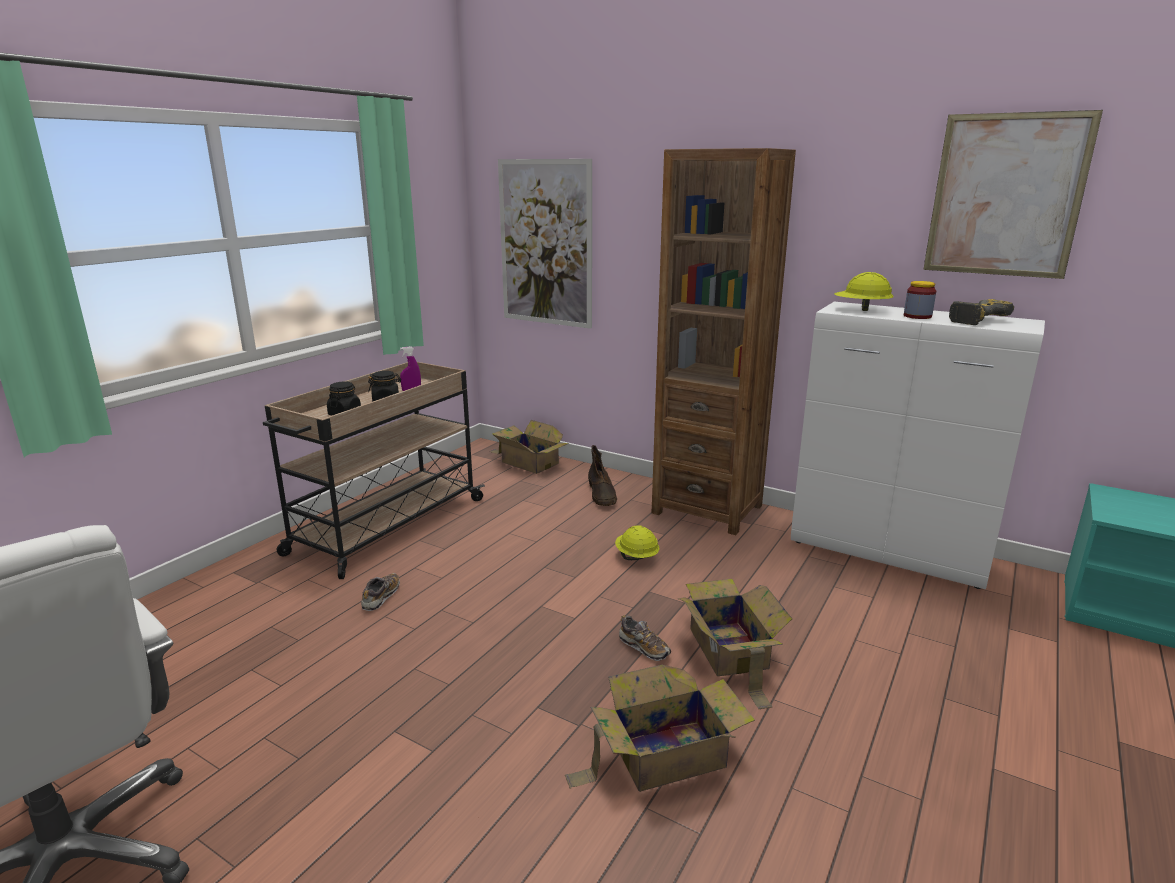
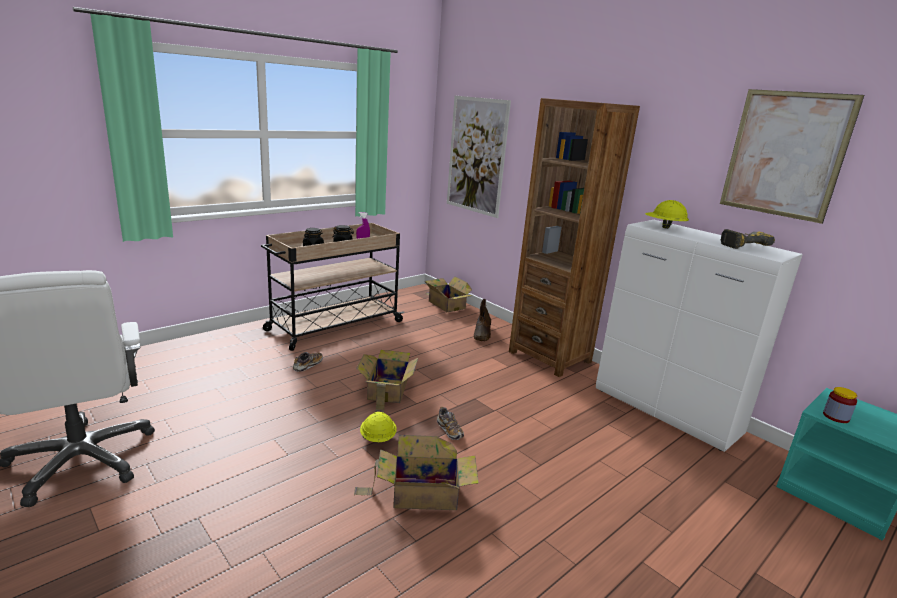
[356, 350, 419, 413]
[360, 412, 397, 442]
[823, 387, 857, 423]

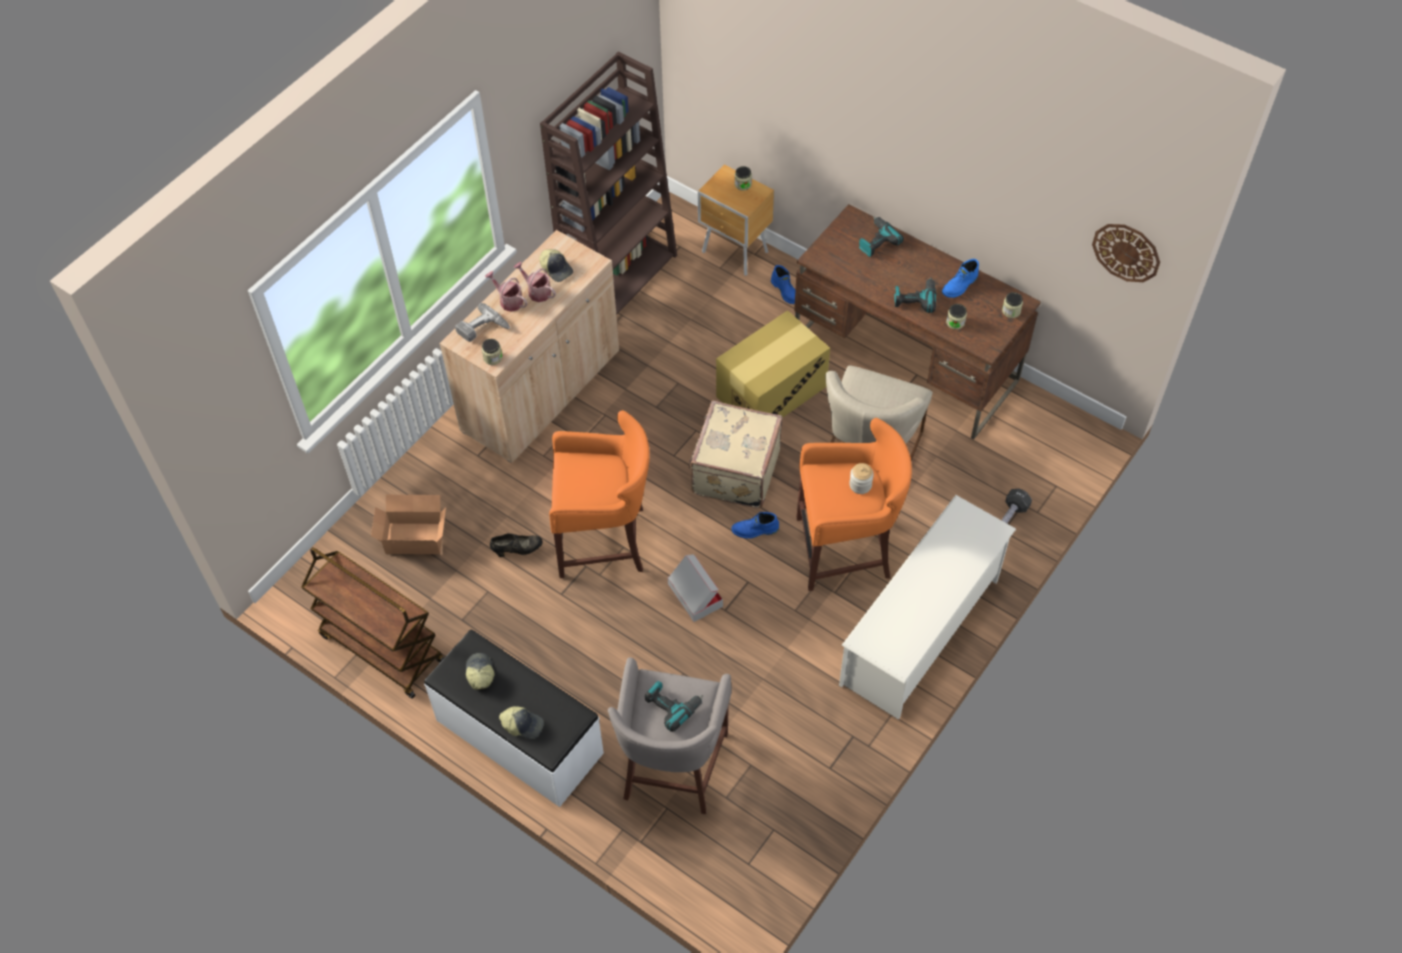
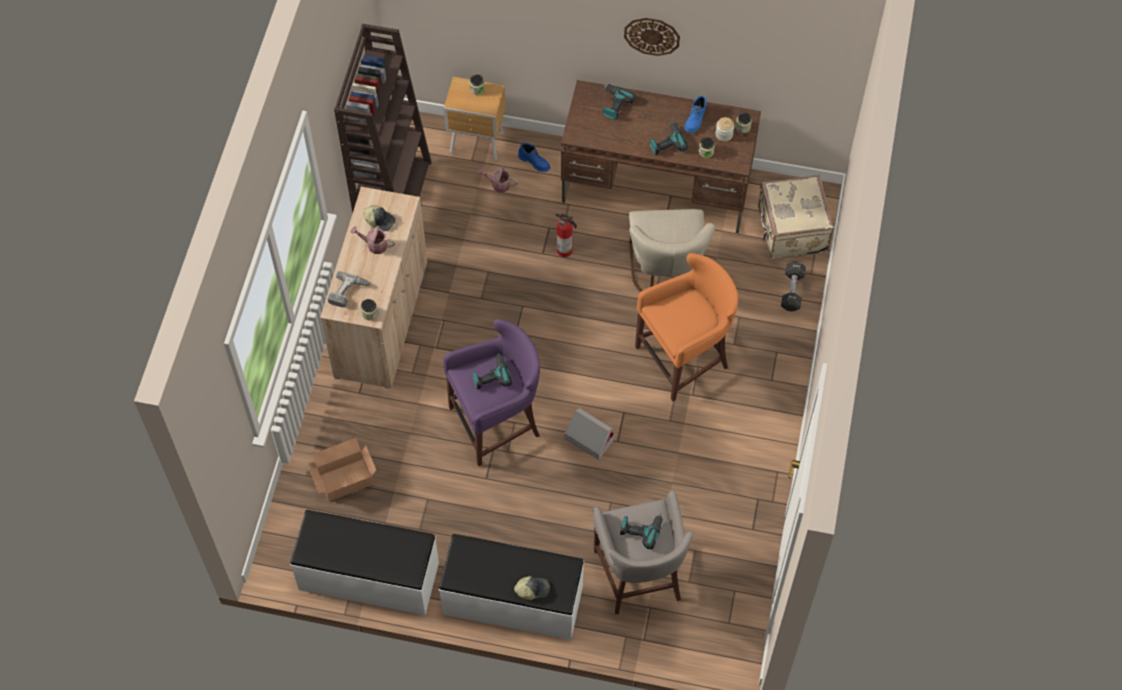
[290, 510, 439, 615]
[443, 319, 540, 467]
[472, 353, 512, 390]
[477, 166, 518, 193]
[555, 213, 577, 257]
[624, 18, 680, 56]
[715, 117, 734, 142]
[758, 175, 834, 259]
[466, 653, 495, 690] (first image)
[490, 533, 543, 557] (first image)
[731, 512, 779, 539] (first image)
[839, 495, 1016, 719] (first image)

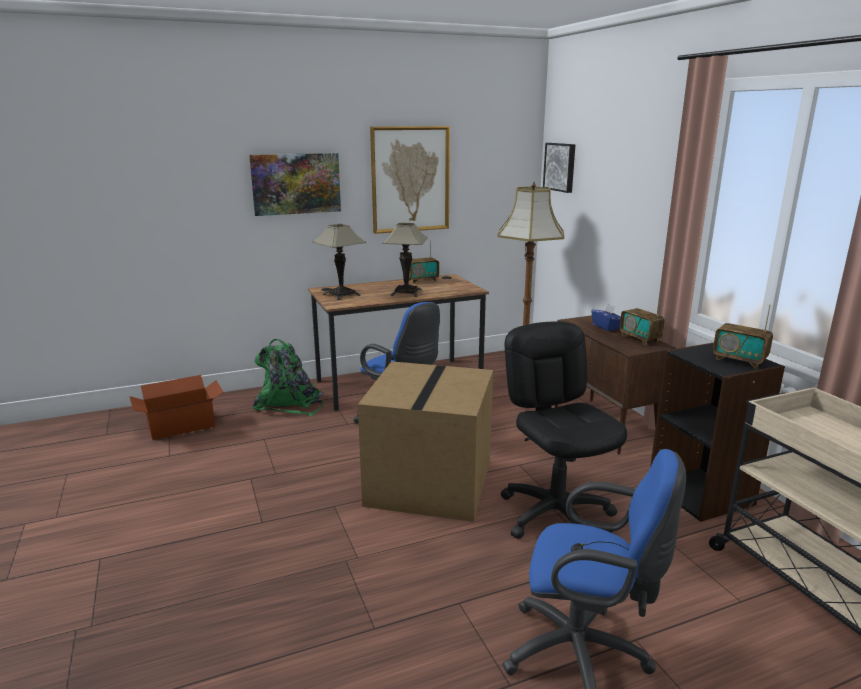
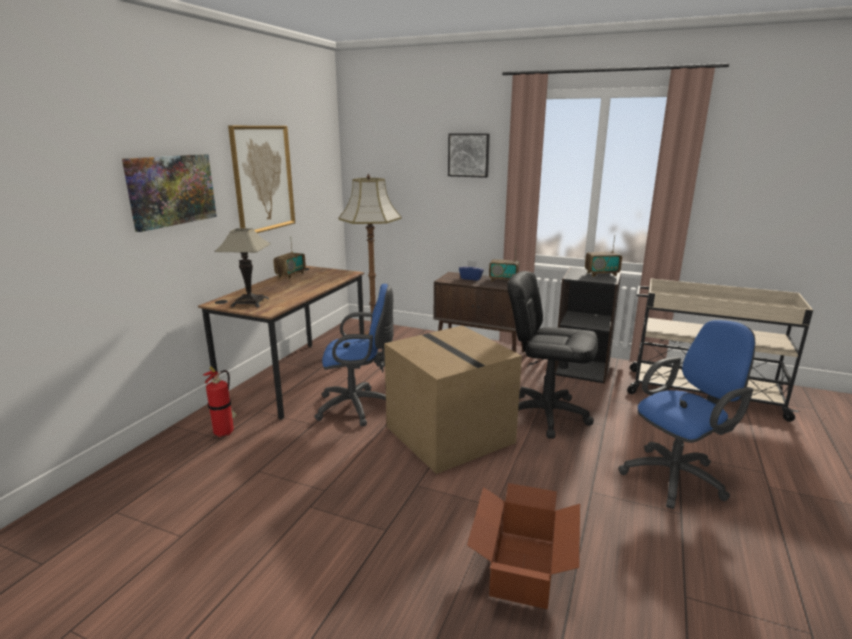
[203, 367, 237, 437]
[448, 133, 490, 178]
[467, 483, 580, 609]
[382, 223, 428, 297] (first image)

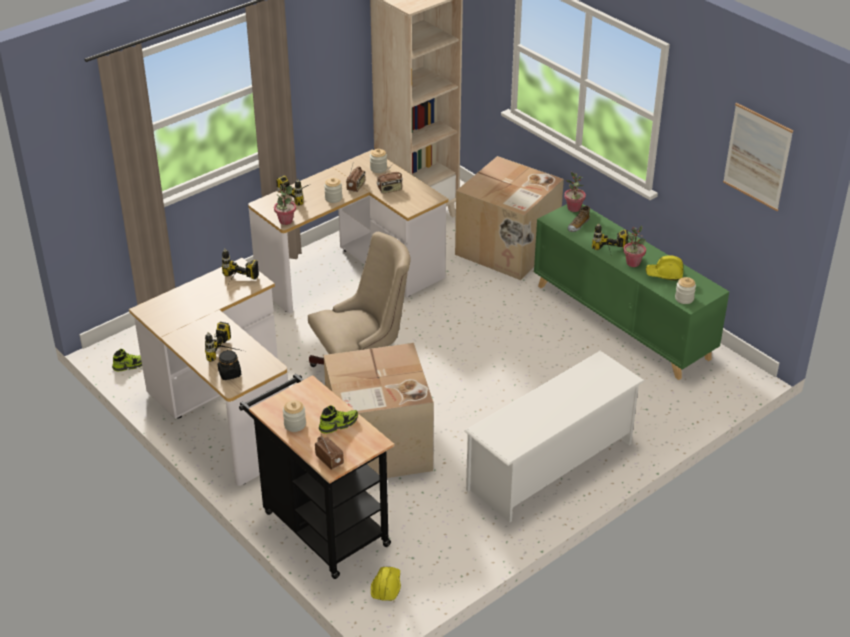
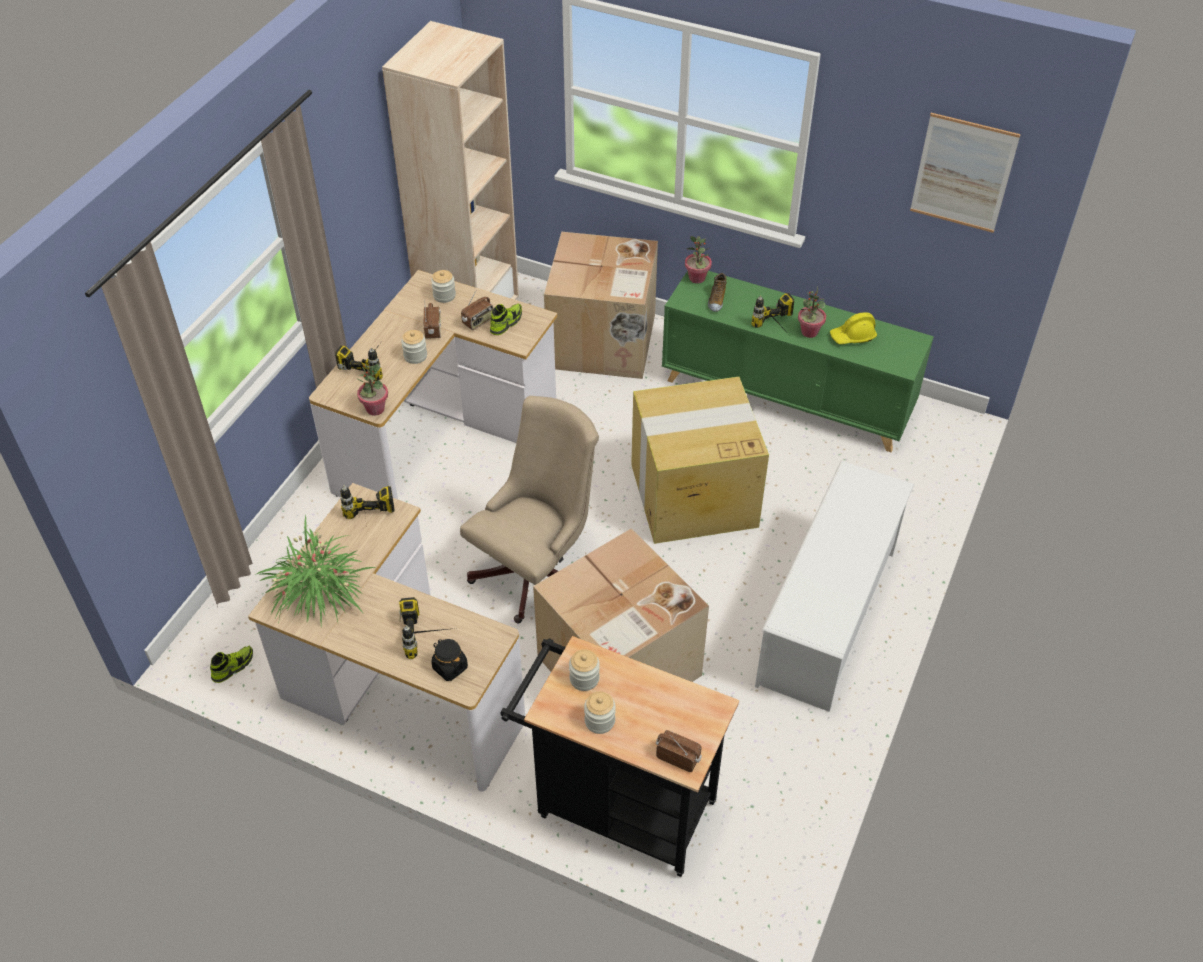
[255, 515, 375, 627]
[490, 303, 522, 335]
[569, 649, 600, 691]
[631, 377, 769, 544]
[371, 567, 401, 601] (first image)

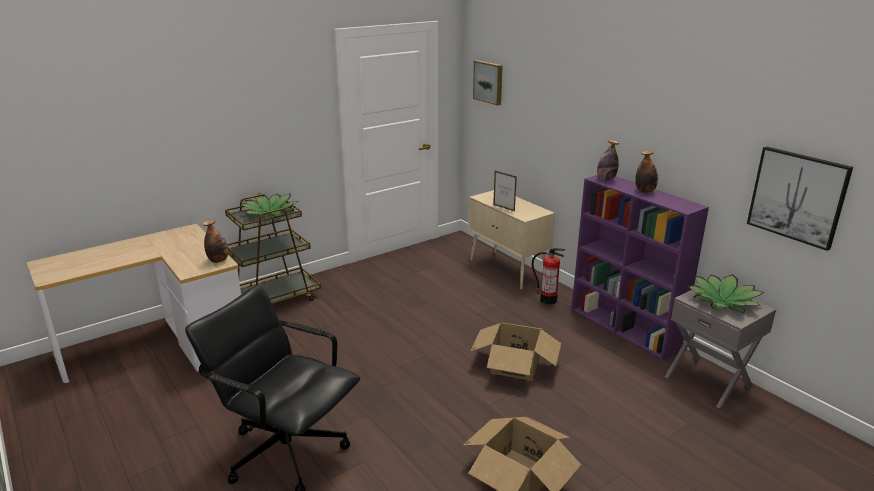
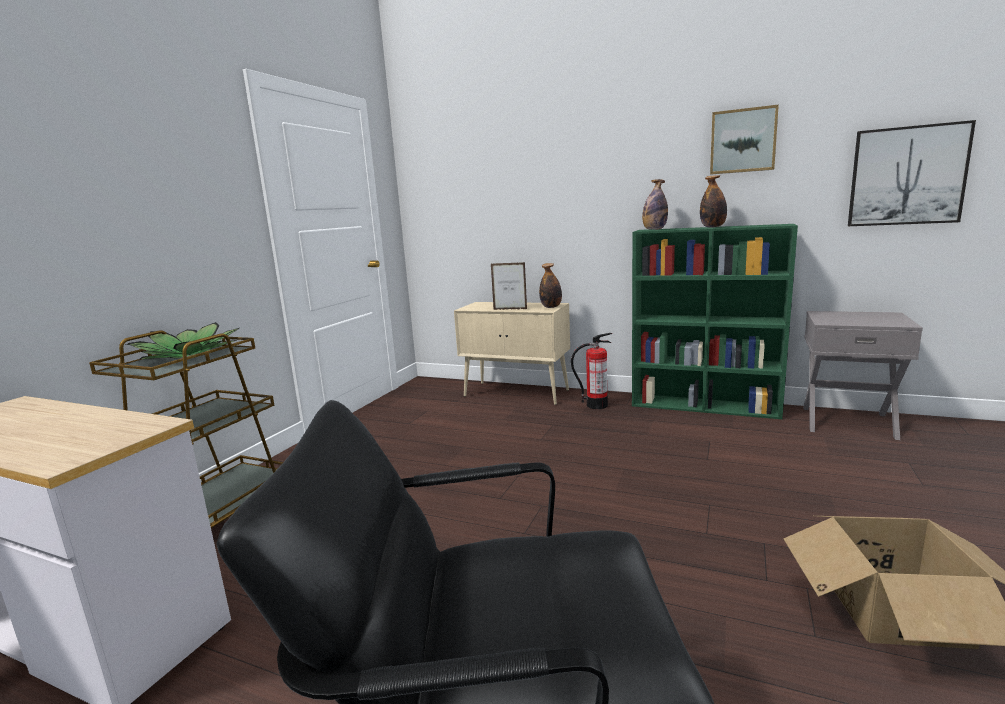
[539, 263, 562, 308]
[632, 224, 798, 419]
[710, 104, 779, 175]
[470, 323, 561, 381] (first image)
[688, 274, 764, 313] (first image)

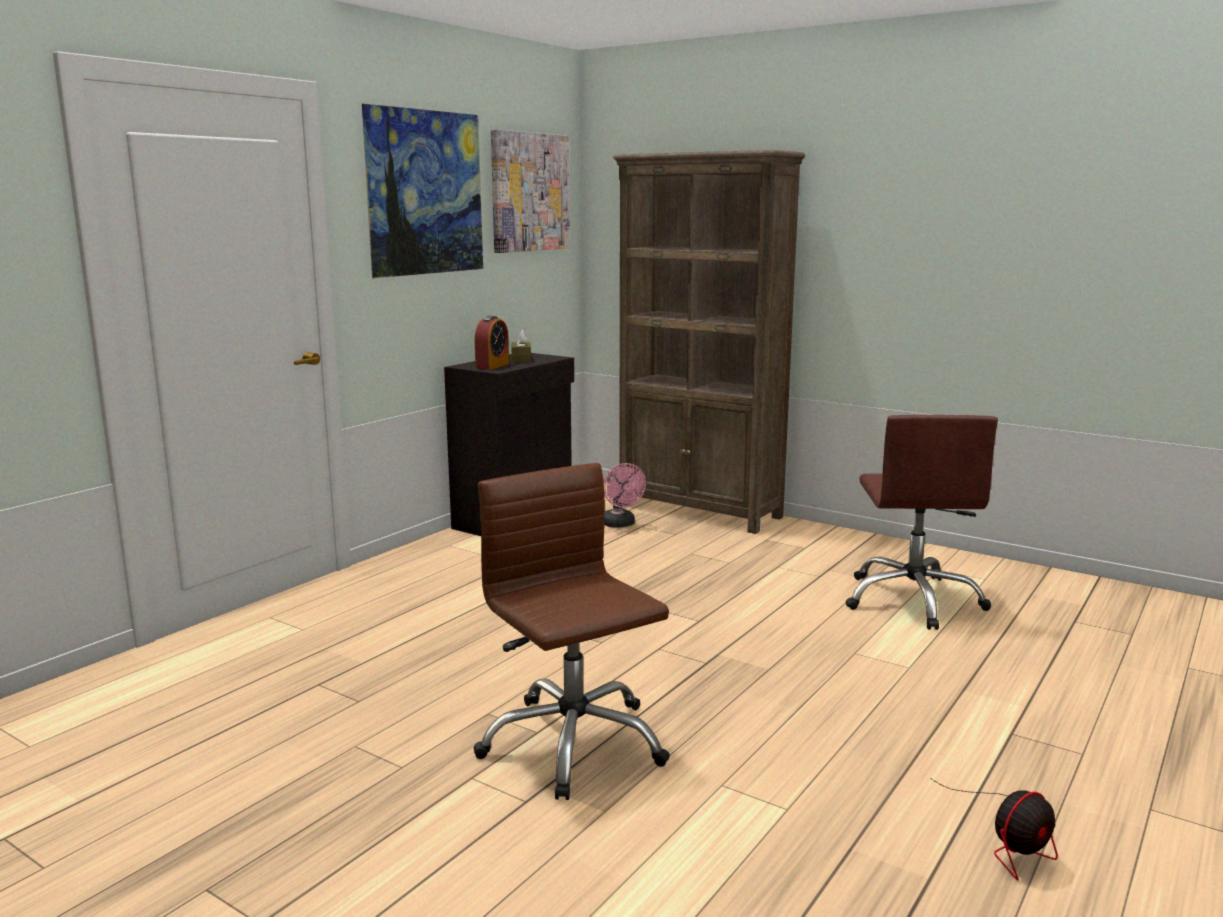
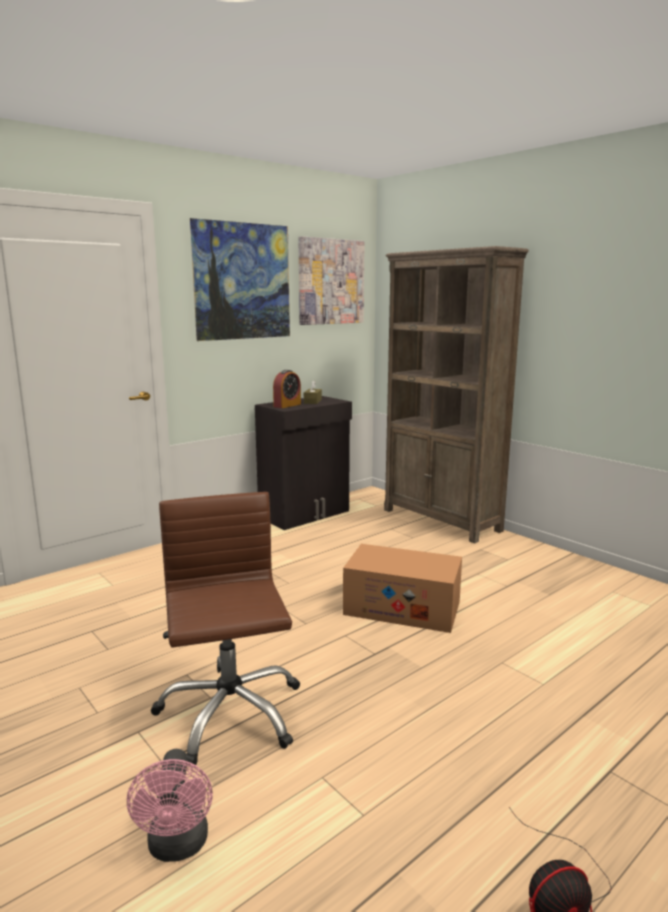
[127, 749, 213, 862]
[343, 544, 462, 633]
[845, 415, 998, 630] (first image)

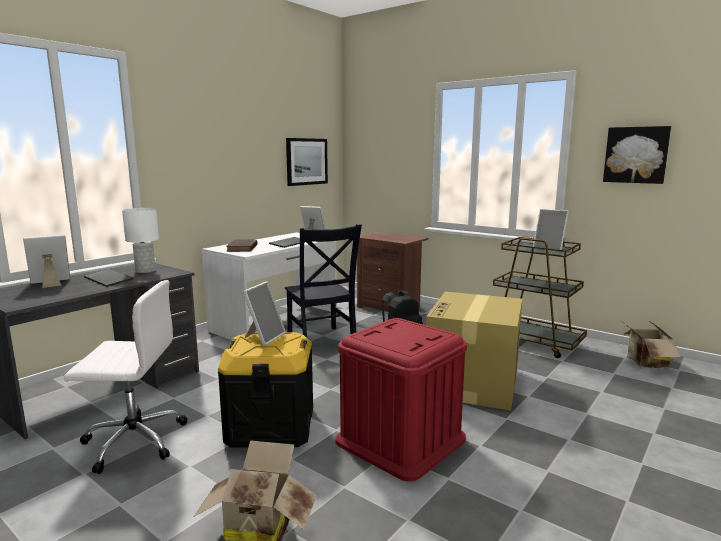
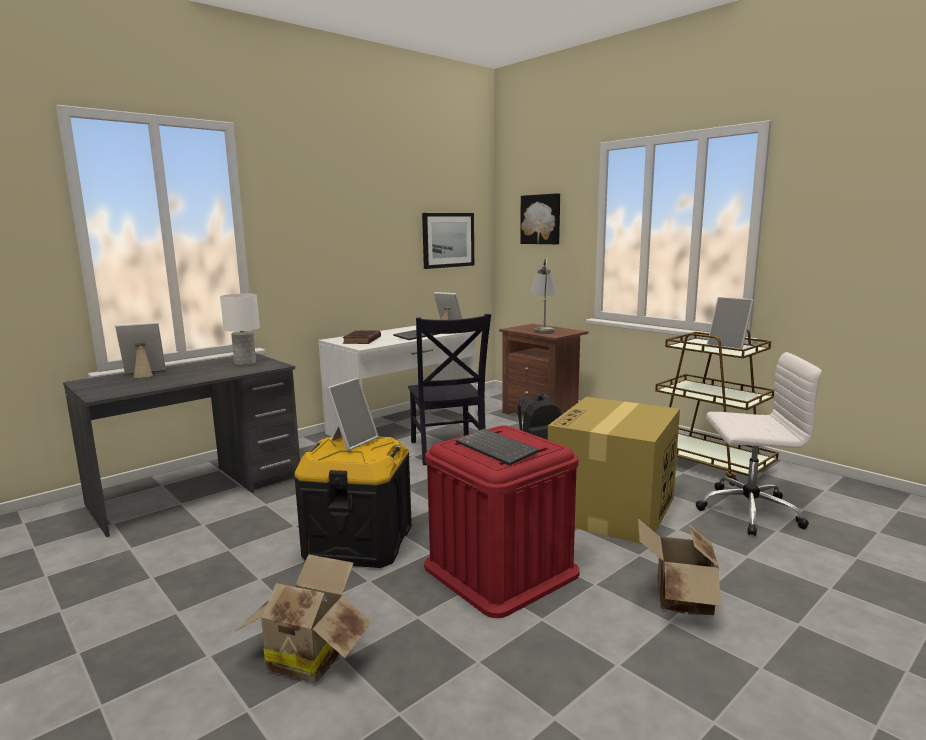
[456, 428, 539, 466]
[520, 193, 560, 244]
[530, 258, 557, 334]
[638, 519, 721, 616]
[696, 352, 822, 536]

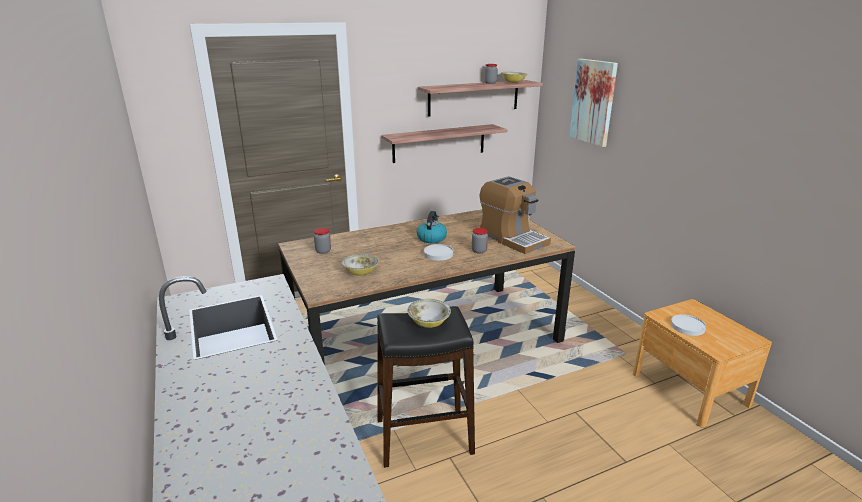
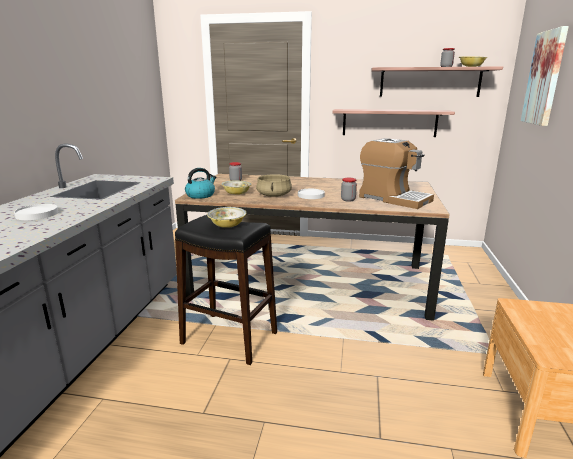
[14, 204, 58, 220]
[185, 168, 216, 199]
[256, 174, 292, 197]
[359, 138, 434, 209]

